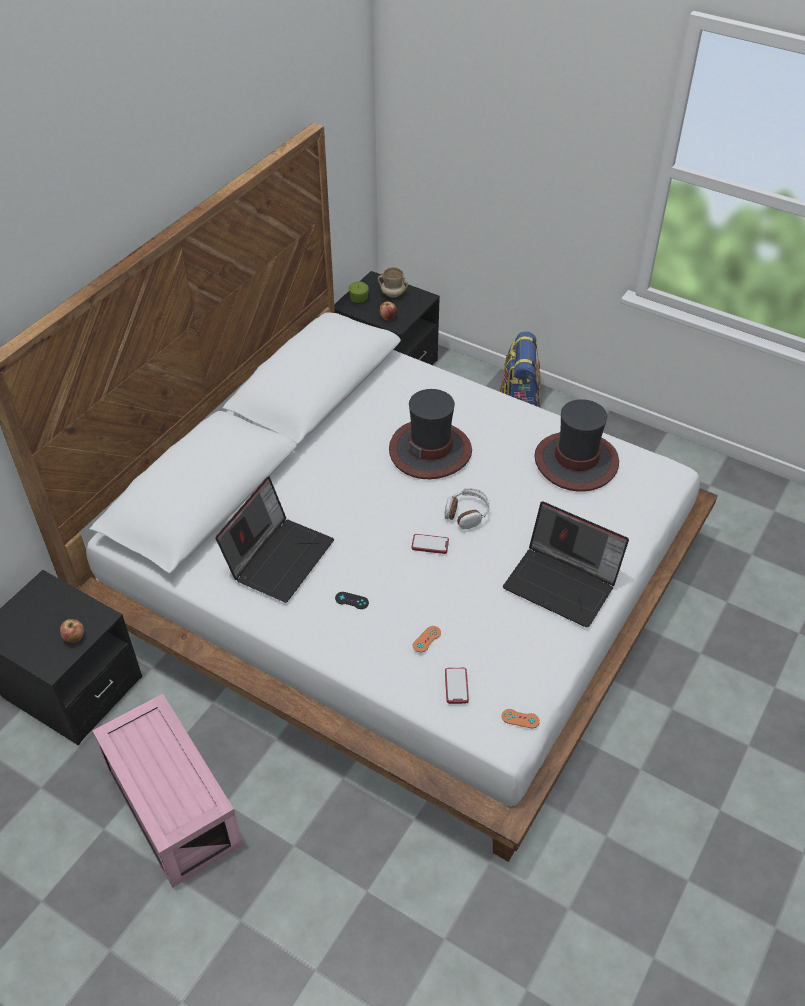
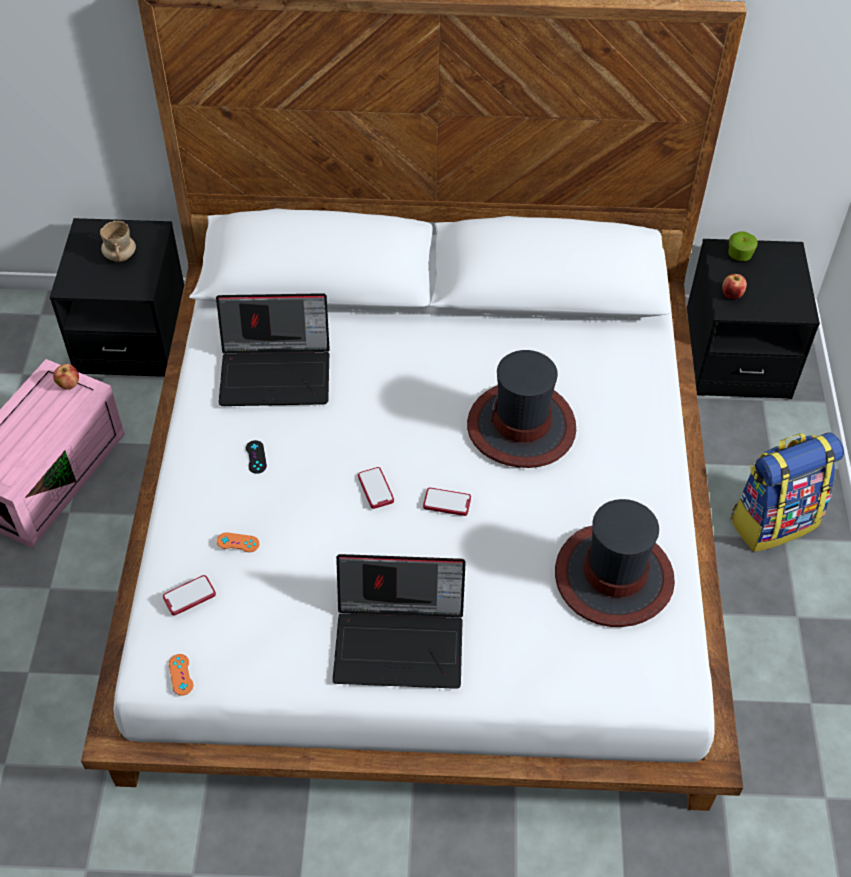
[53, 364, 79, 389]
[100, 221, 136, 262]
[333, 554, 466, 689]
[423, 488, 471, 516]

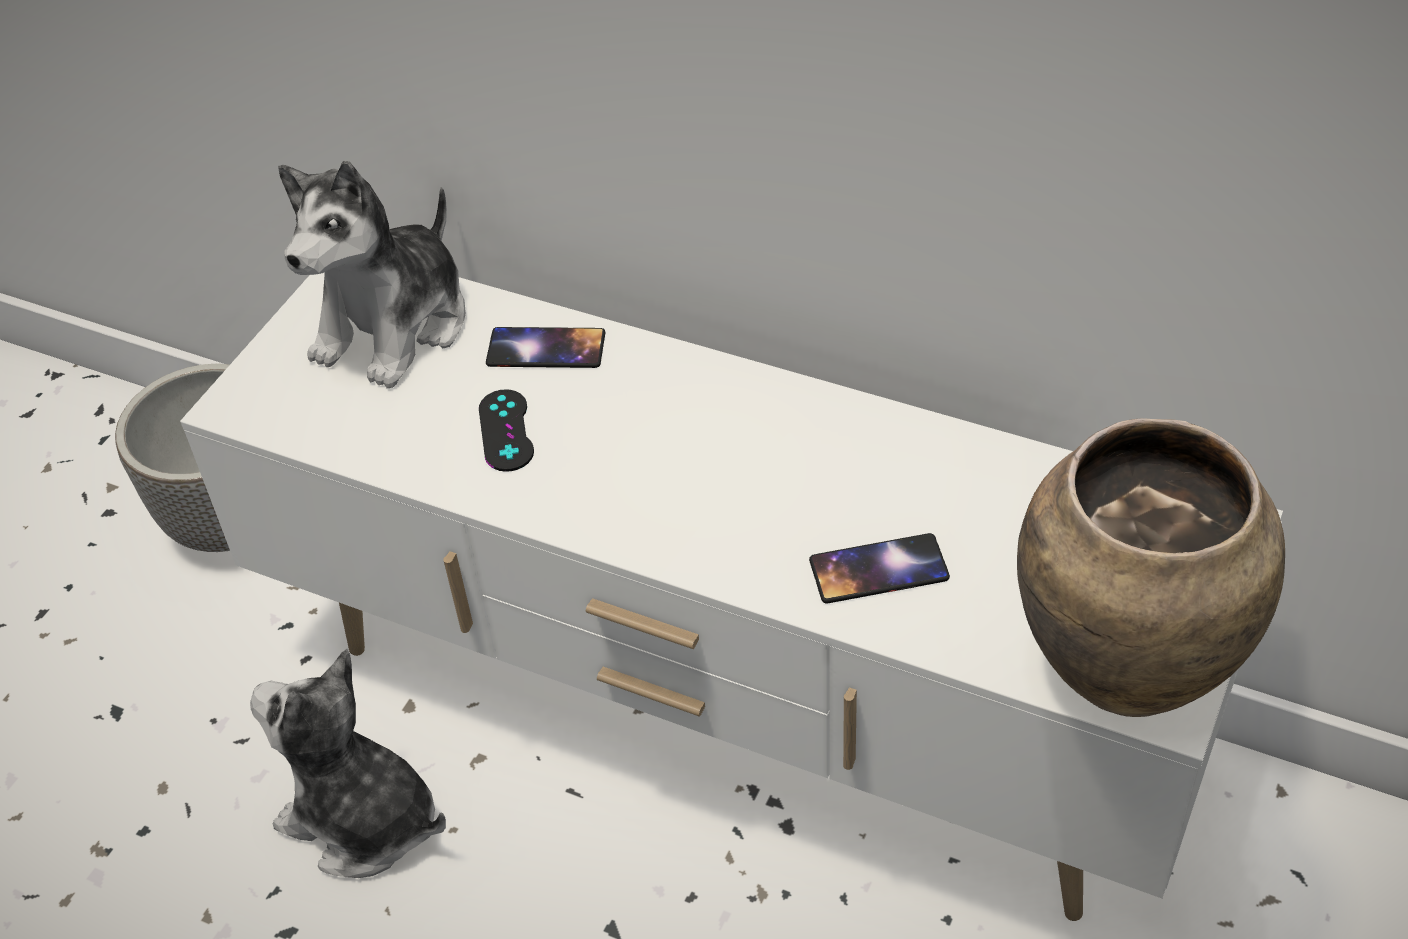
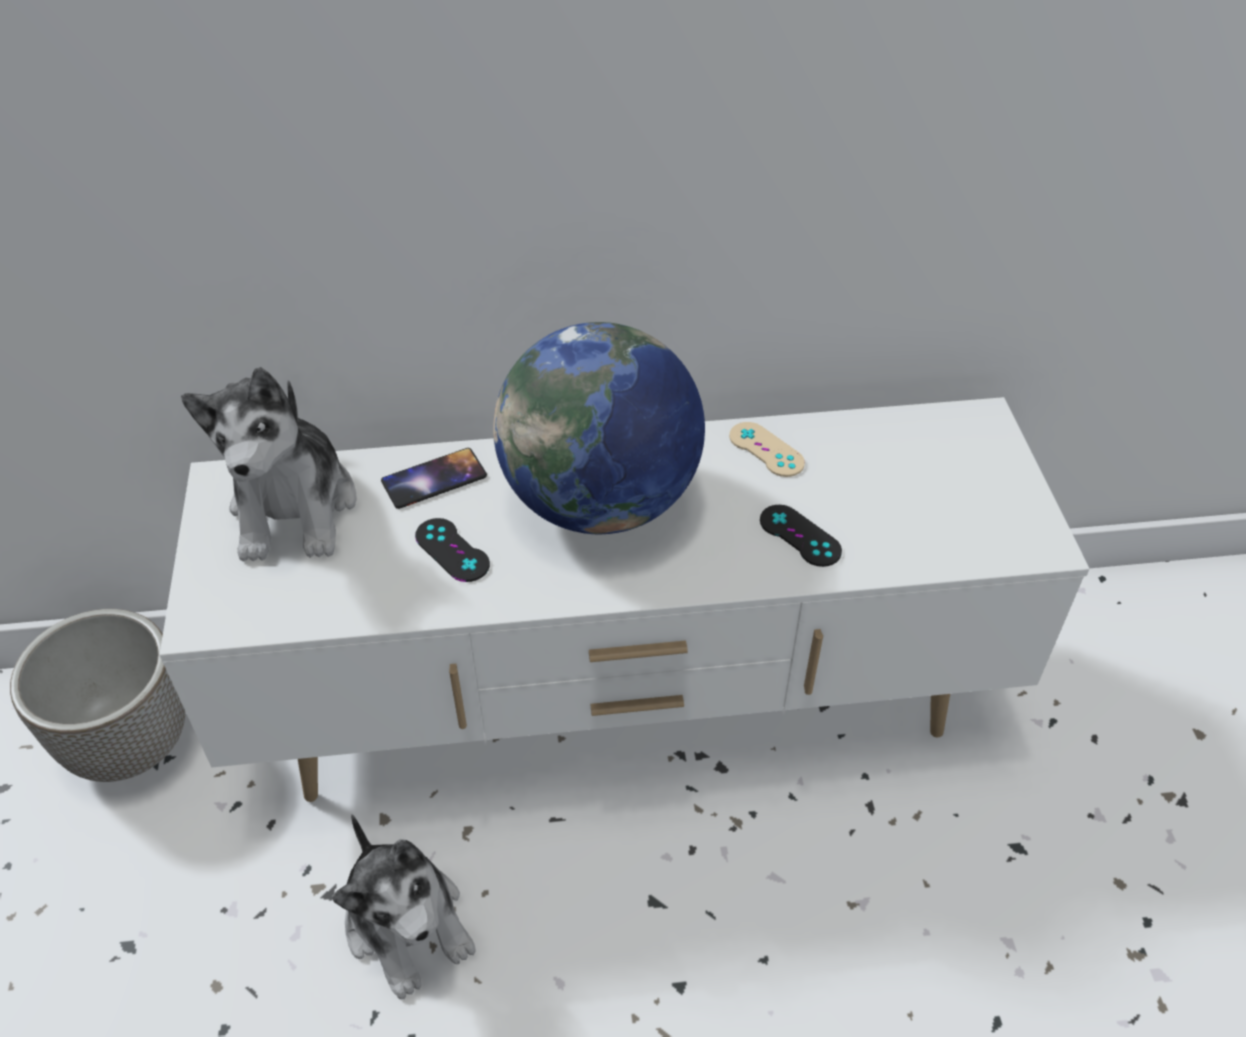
[332, 814, 476, 999]
[493, 322, 705, 534]
[729, 422, 805, 477]
[760, 505, 842, 567]
[1017, 418, 1285, 717] (first image)

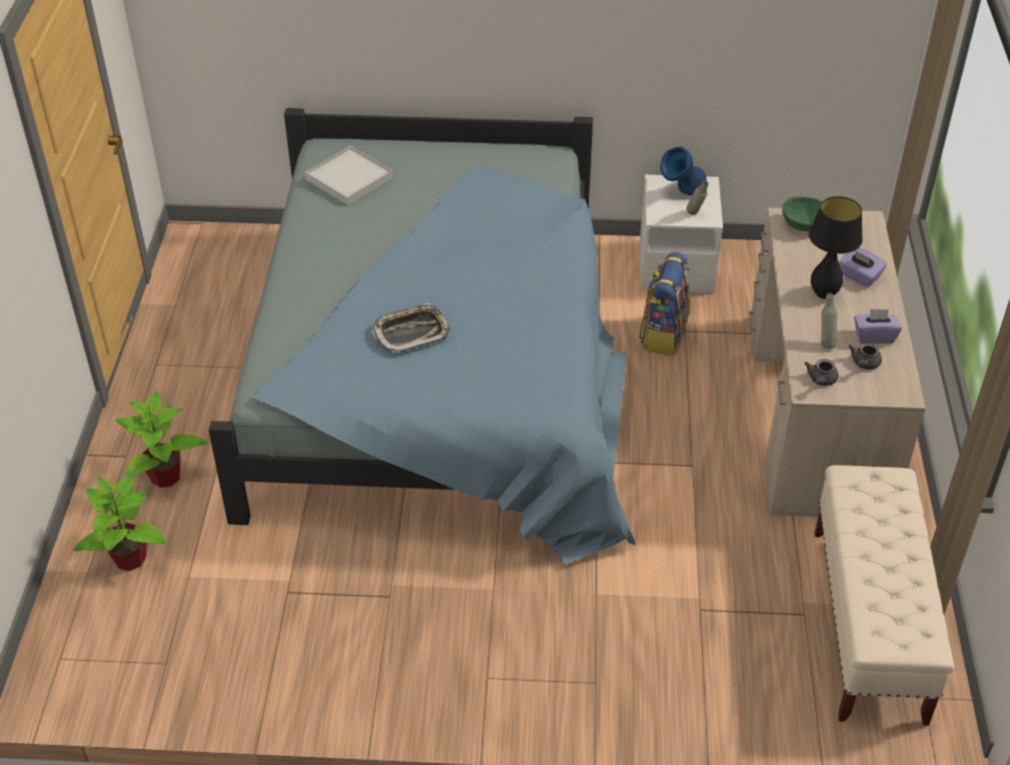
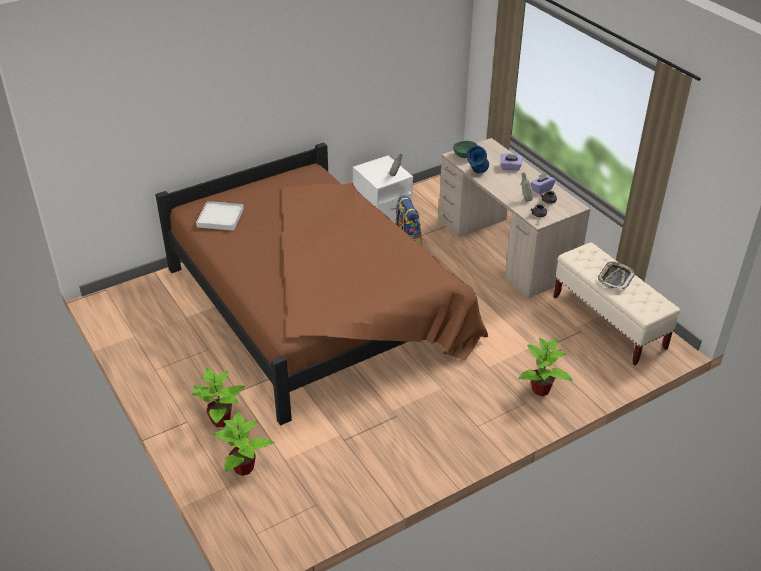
[156, 143, 488, 425]
[466, 146, 489, 174]
[519, 338, 573, 396]
[598, 261, 635, 290]
[809, 196, 863, 299] (first image)

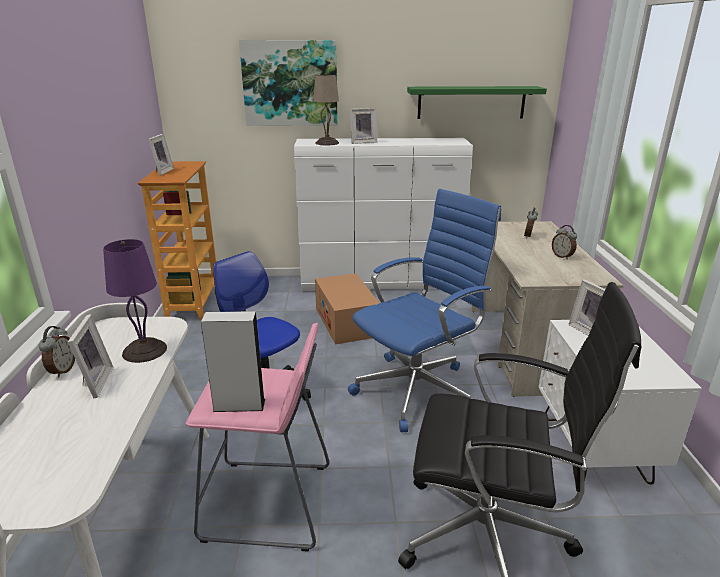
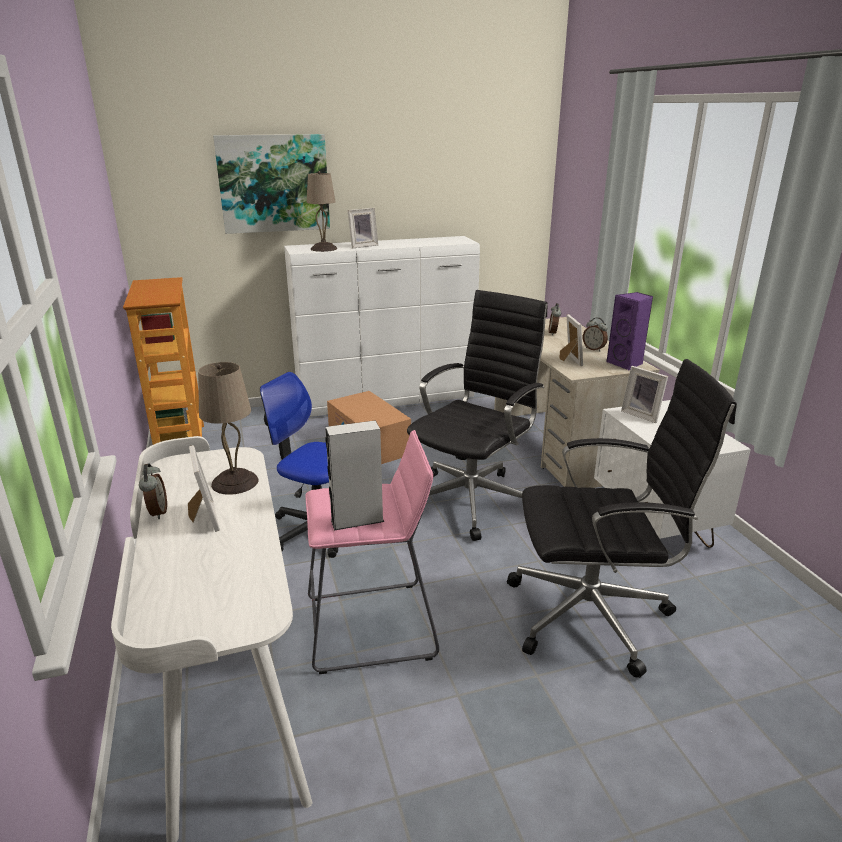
[198, 362, 258, 495]
[407, 290, 547, 541]
[560, 314, 583, 366]
[607, 292, 653, 371]
[407, 86, 547, 119] (first image)

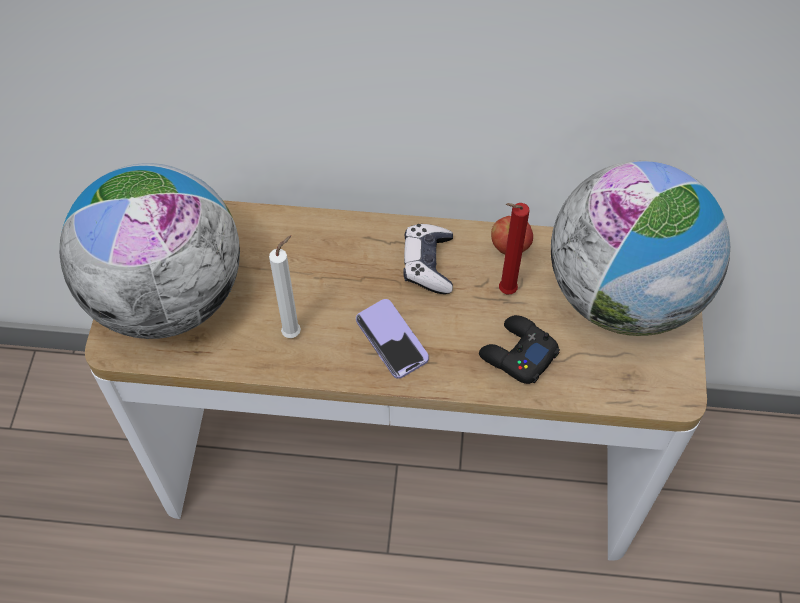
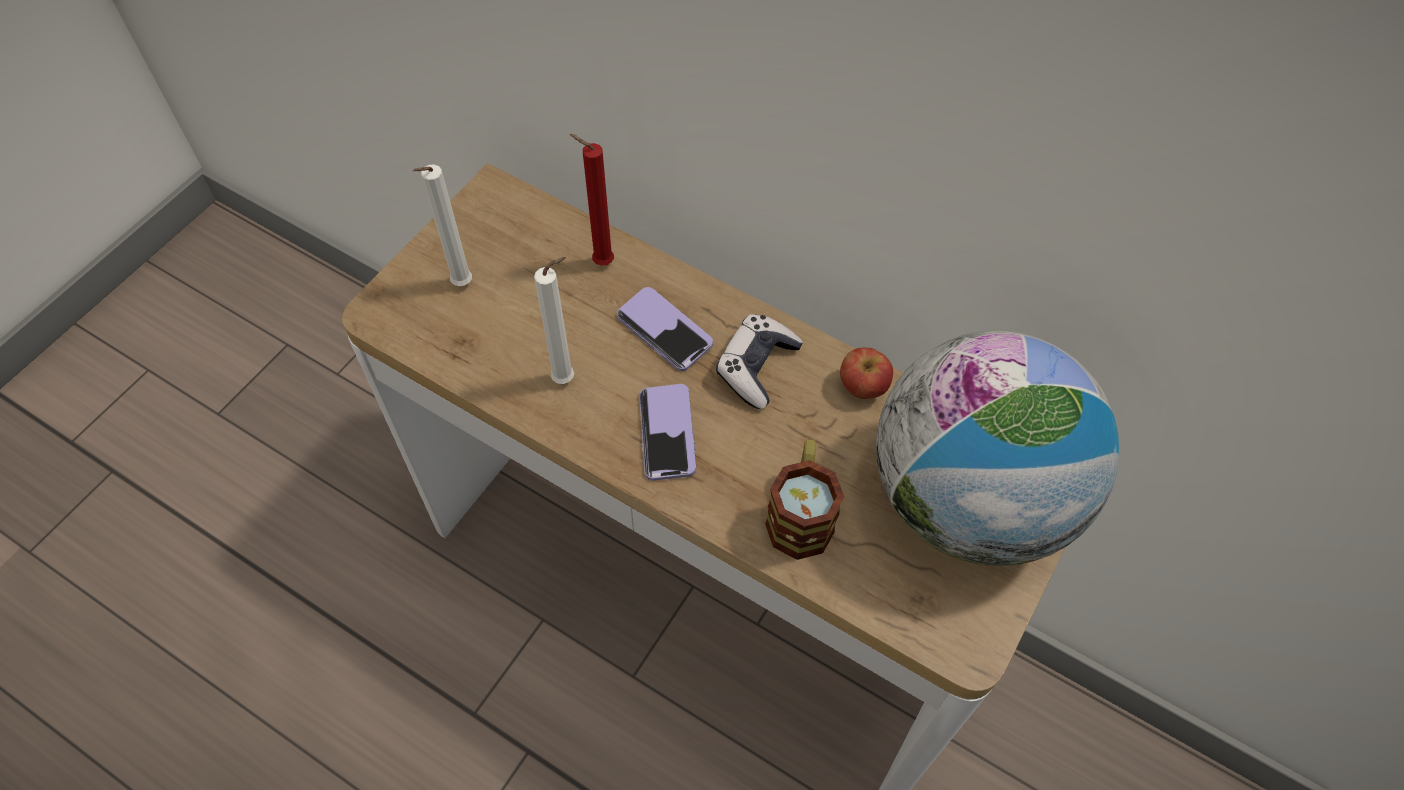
[413, 165, 472, 286]
[570, 134, 614, 265]
[617, 287, 713, 371]
[765, 439, 844, 560]

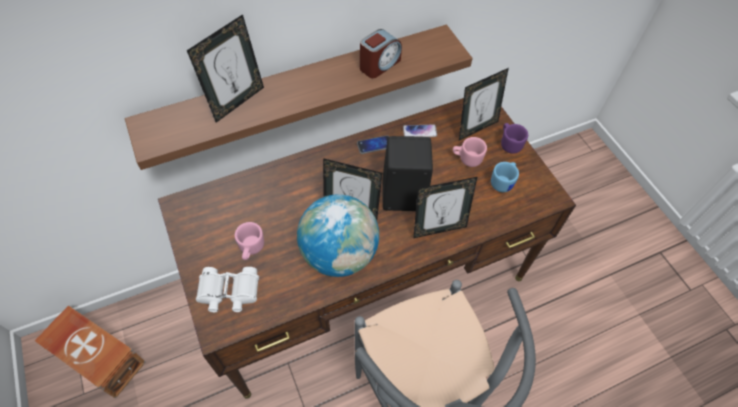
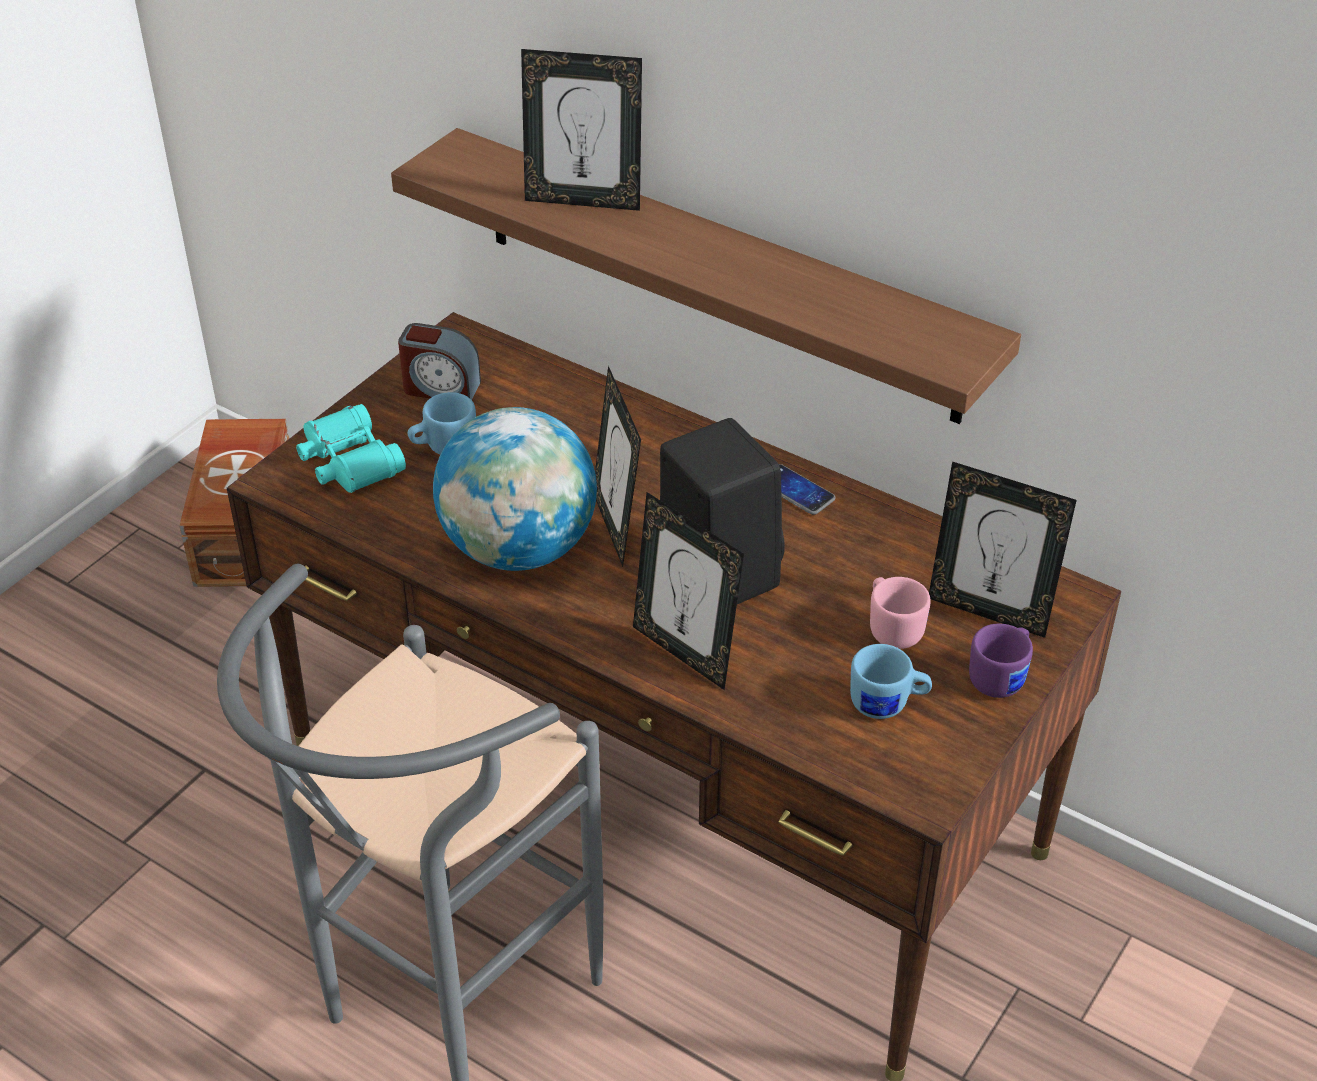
[296, 404, 406, 493]
[398, 323, 481, 400]
[408, 392, 476, 455]
[403, 124, 437, 137] (first image)

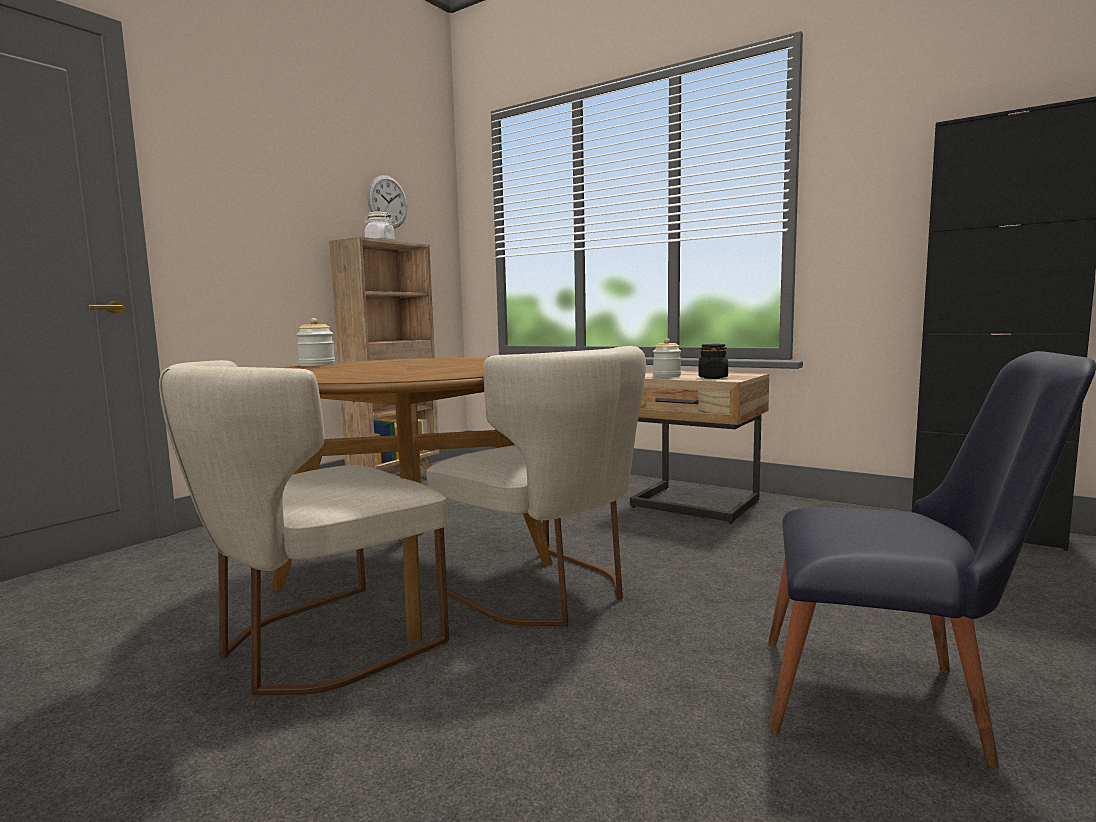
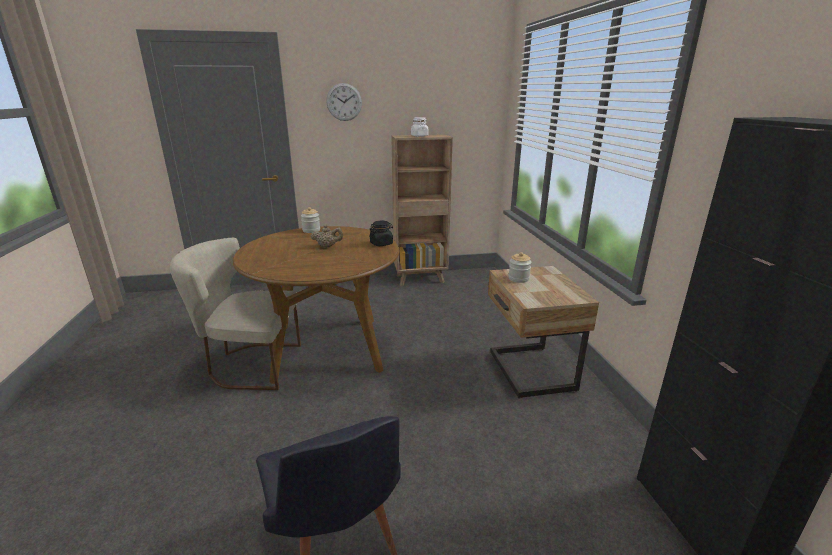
[311, 225, 343, 247]
[326, 83, 362, 121]
[369, 221, 393, 246]
[426, 346, 646, 626] (first image)

